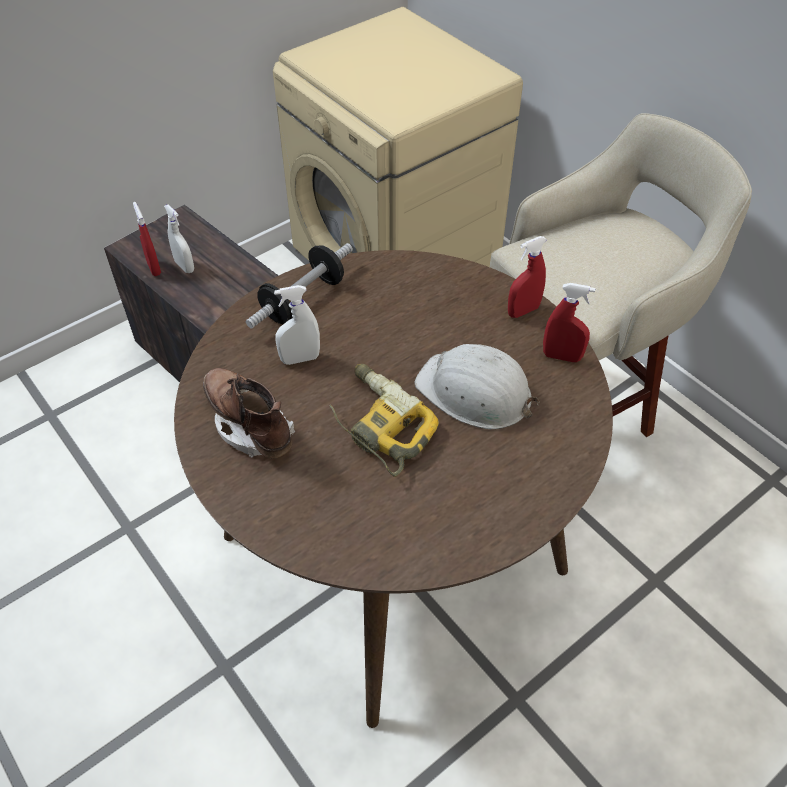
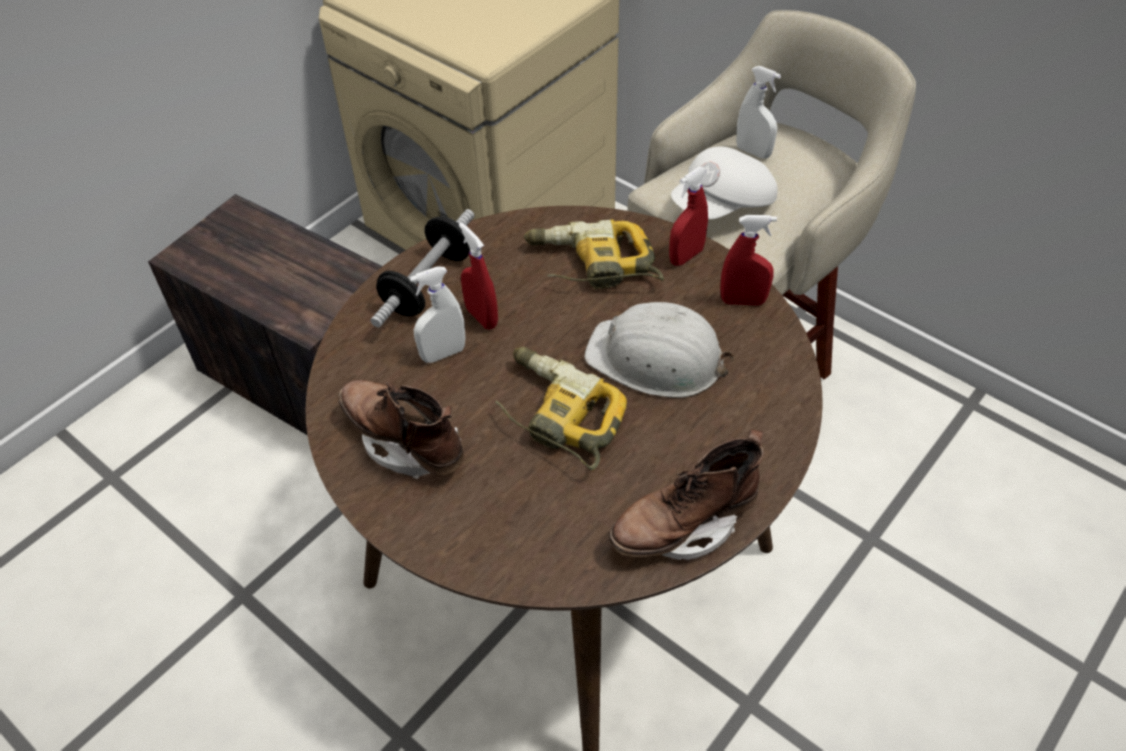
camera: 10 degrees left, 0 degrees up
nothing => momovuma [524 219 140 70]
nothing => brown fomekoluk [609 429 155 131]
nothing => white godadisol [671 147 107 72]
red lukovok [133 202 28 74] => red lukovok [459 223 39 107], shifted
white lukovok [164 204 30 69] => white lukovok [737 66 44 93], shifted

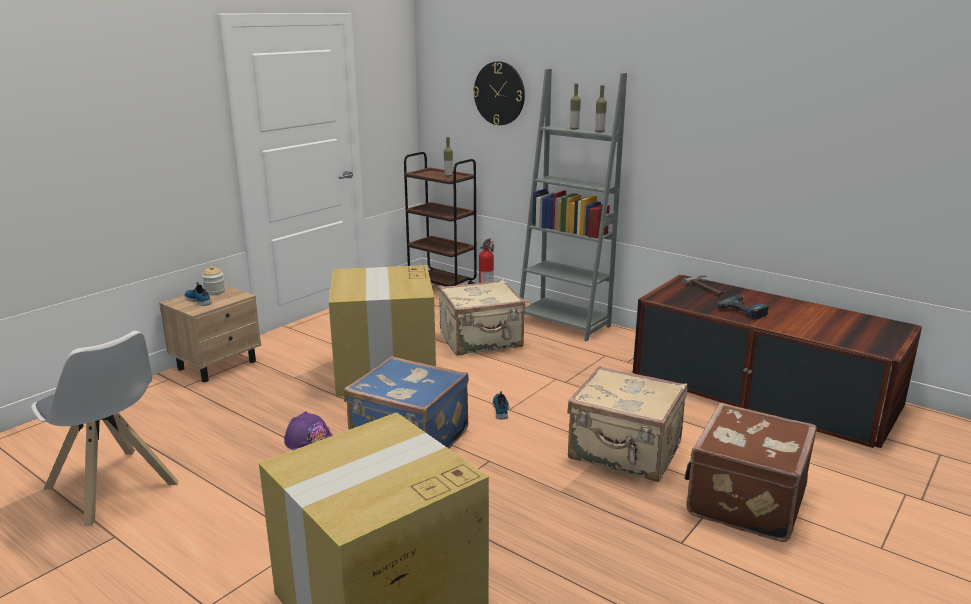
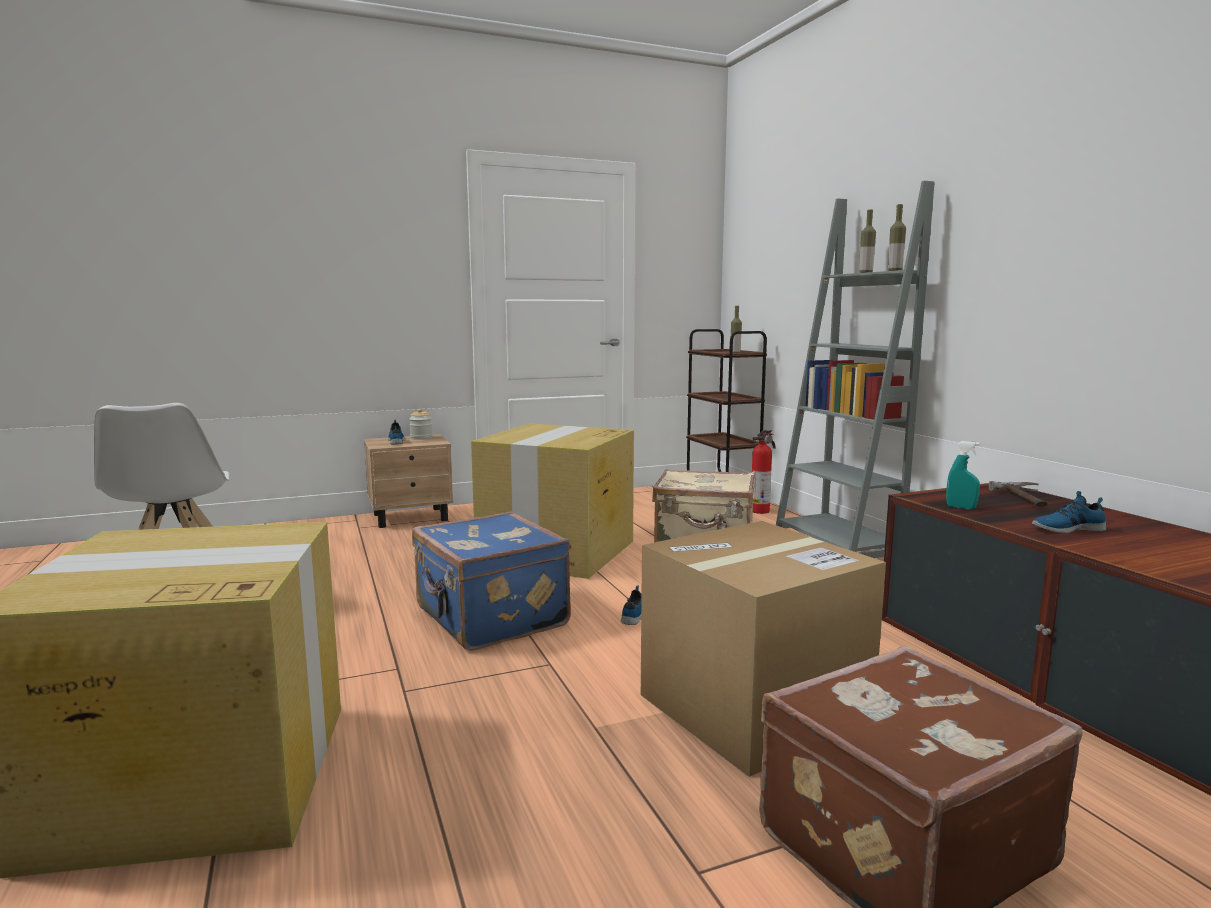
camera: 30 degrees right, 10 degrees down
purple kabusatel [284 411 49 39] => nothing
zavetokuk [473 61 52 64] => nothing
nothing => turquoise lukovok [946 441 34 68]
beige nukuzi [567 366 121 116] => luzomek [641 521 245 256]
momovuma [717 295 52 25] => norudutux [1032 491 74 42]

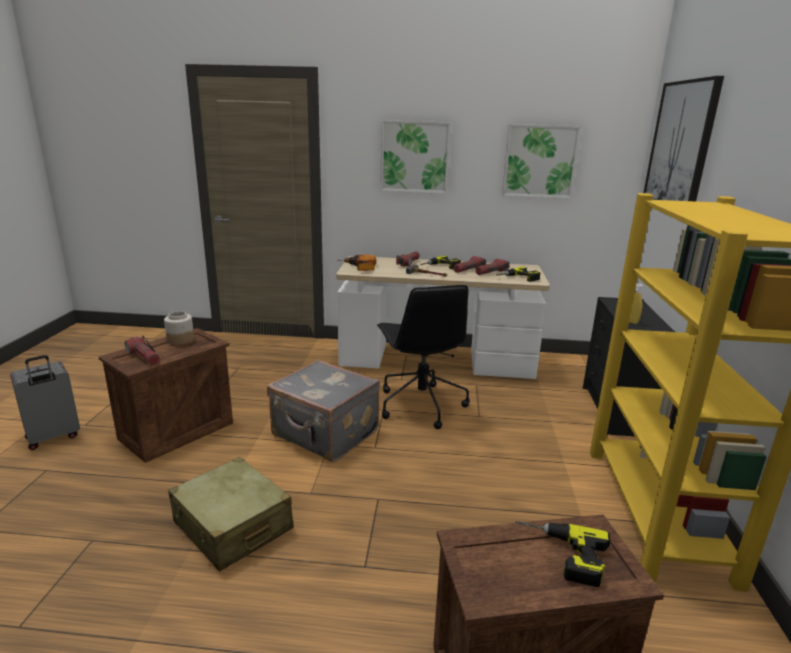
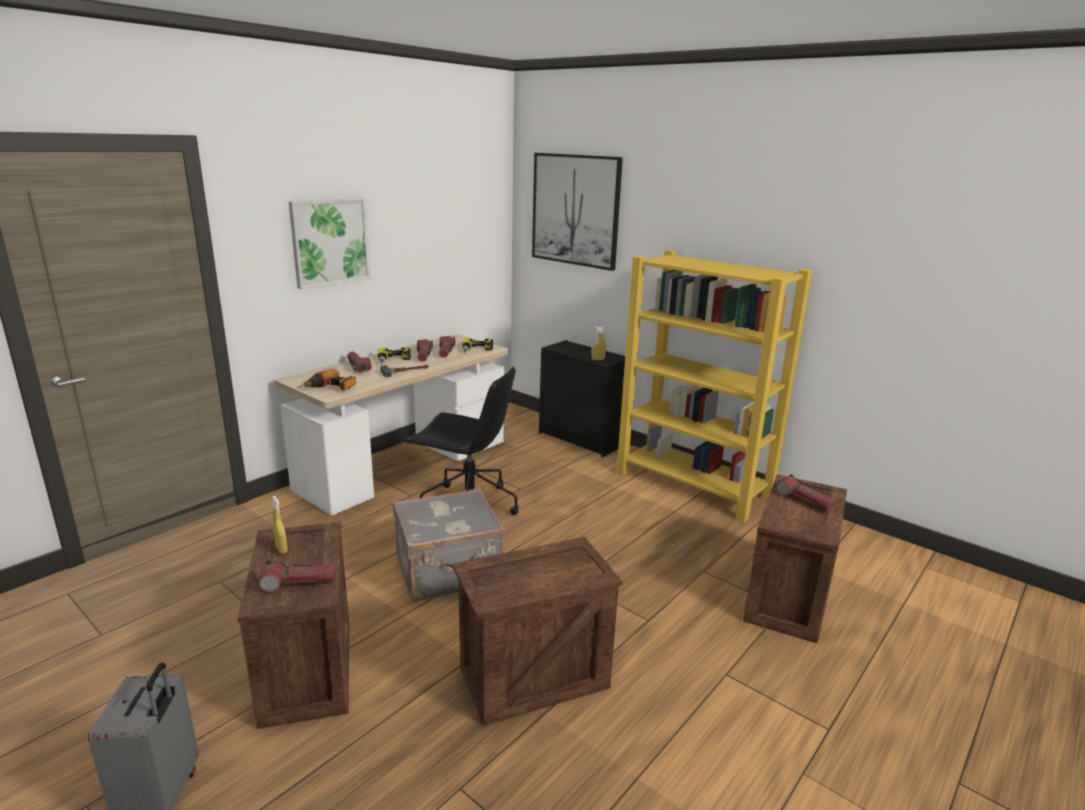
camera: 55 degrees left, 0 degrees up
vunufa [502 124 80 75] => nothing
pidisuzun [164 311 30 34] => yellow lukovok [272 496 16 58]
beige nukuzi [168 457 126 115] => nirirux [452 537 171 189]
momovuma [515 521 96 66] => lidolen [776 474 59 37]

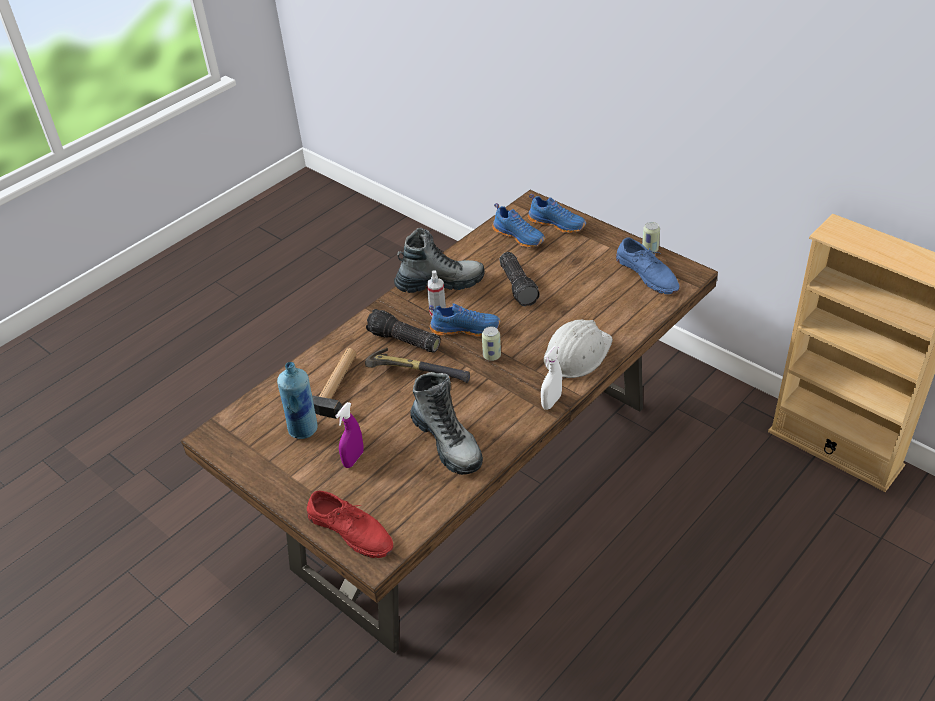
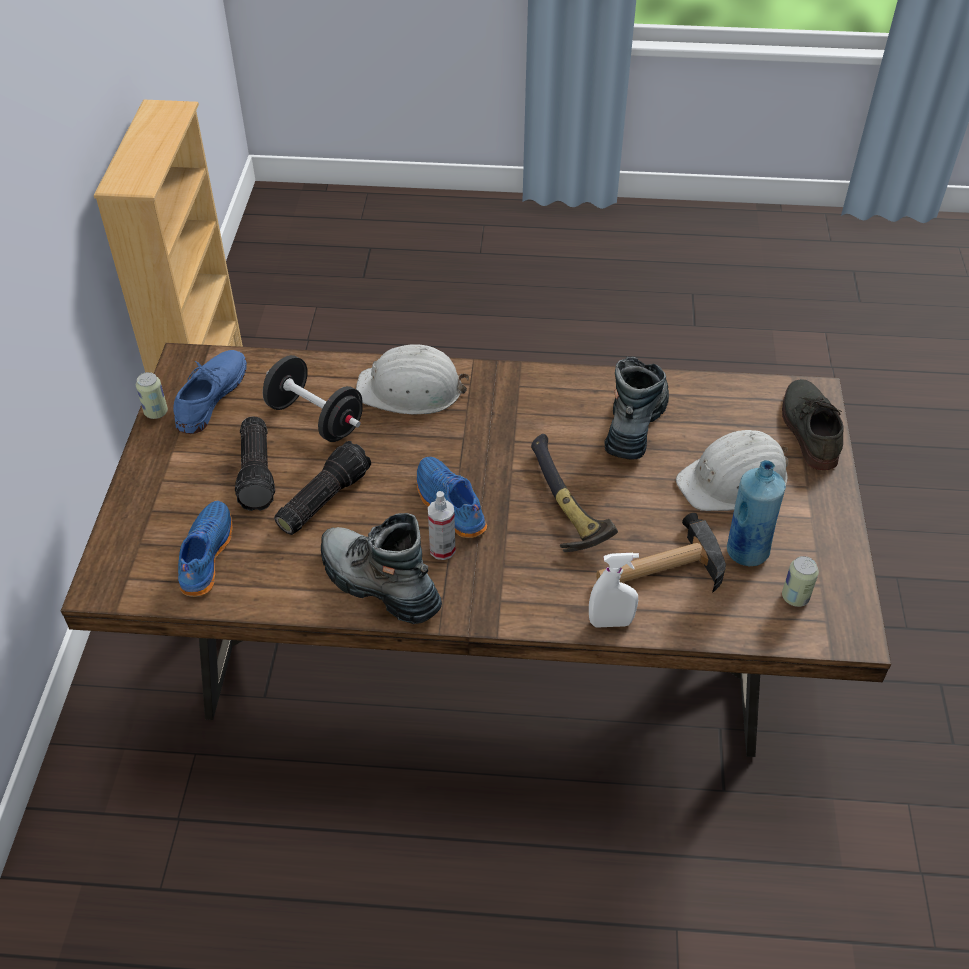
camera: 130 degrees left, 5 degrees up
blue norudutux [528 194 58 39] => nothing
nothing => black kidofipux [263 355 100 87]
lidolen [366 309 75 44] => lidolen [235 416 40 95], shifted
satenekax [482 327 19 34] => satenekax [782 556 37 51], shifted
white lukovok [541 346 21 64] => white lukovok [589 553 50 75], shifted
purple lukovok [335 402 29 66] => white kabusatel [676 430 112 81]
red norudutux [307 491 87 67] => grey norudutux [782 379 62 91]

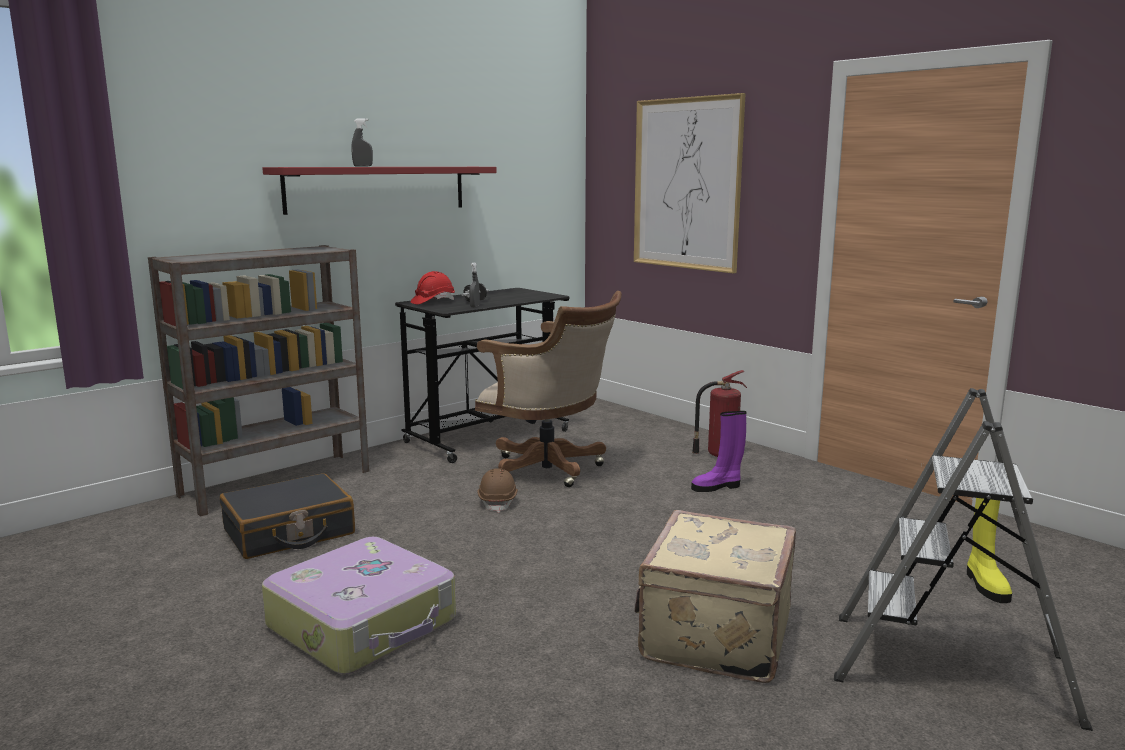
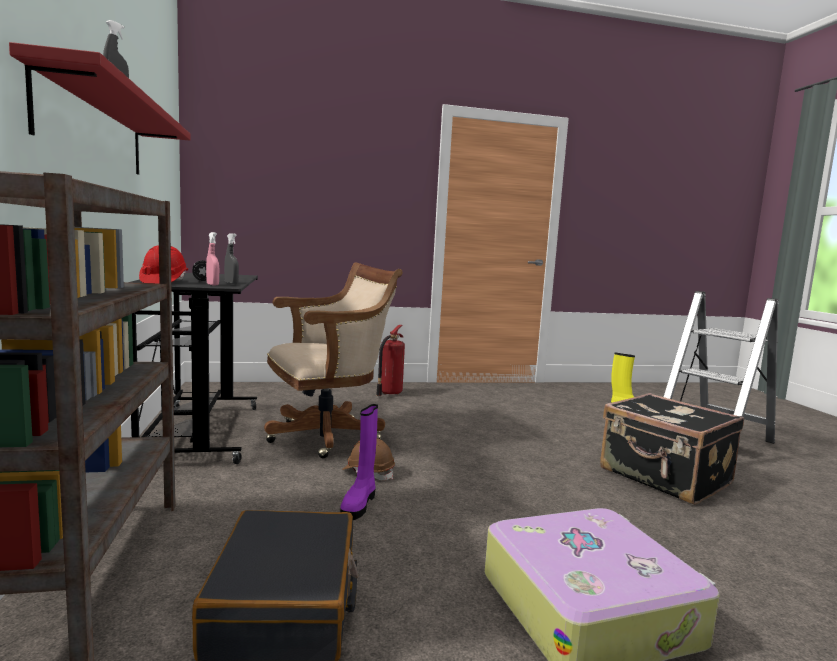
camera: 60 degrees left, 5 degrees down
vunufa [634 93 112 180] => nothing
nothing => pink lukovok [206 232 13 53]
purple fomekoluk [691 411 56 81] => purple fomekoluk [340 404 38 116], shifted
beige nukuzi [634 510 162 173] => black nukuzi [600 393 144 112]

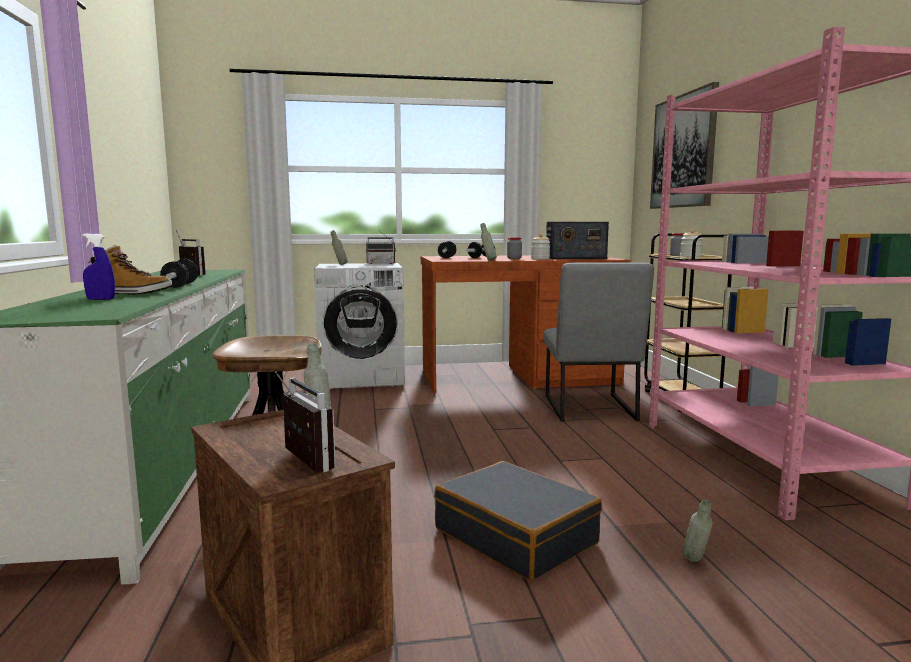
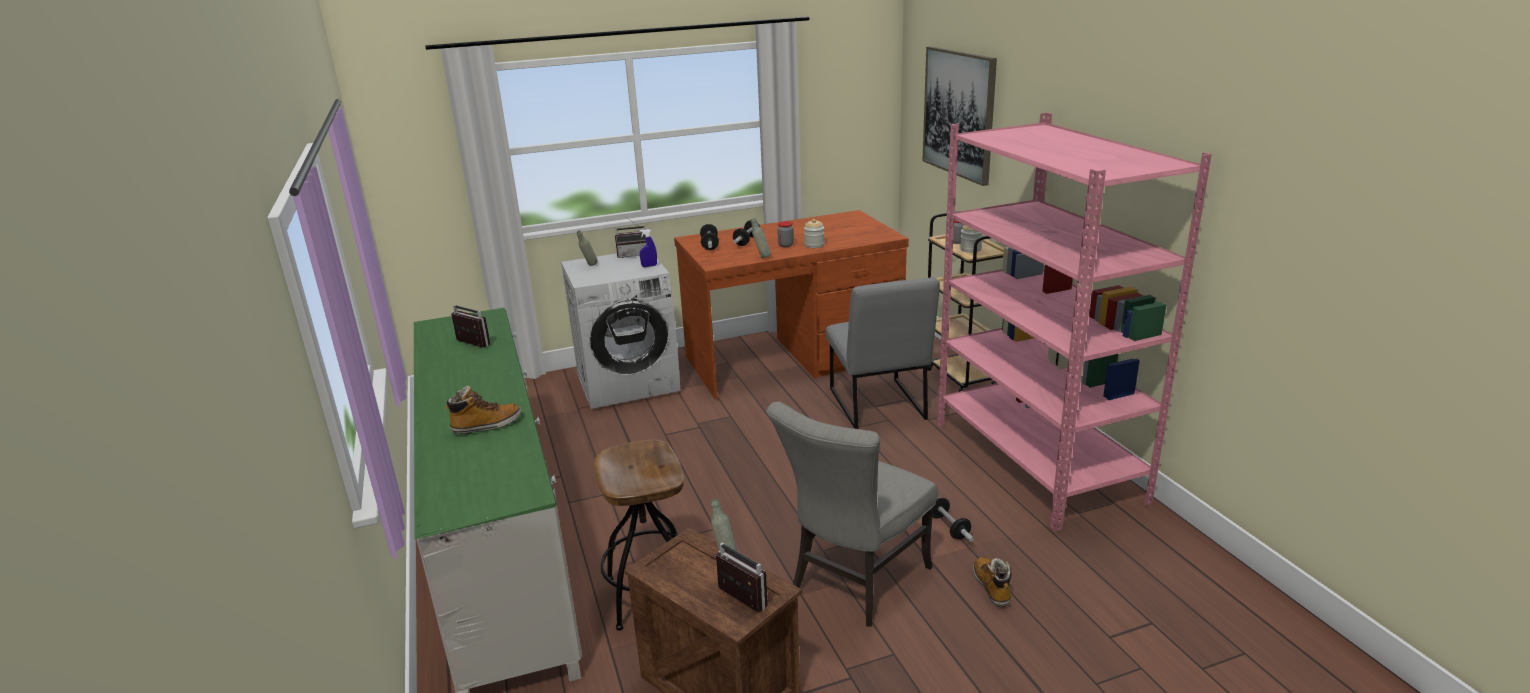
camera: 10 degrees left, 15 degrees up
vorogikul [546 222 63 37] => nothing
blue lukovok [82 233 33 67] => blue lukovok [639 229 18 38], shifted
kidofipux [160 259 38 29] => kidofipux [932 498 42 44], shifted
black nukuzi [434 461 168 119] => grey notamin [766 401 172 226]
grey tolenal [683 500 29 62] => fomekoluk [973 557 39 50]

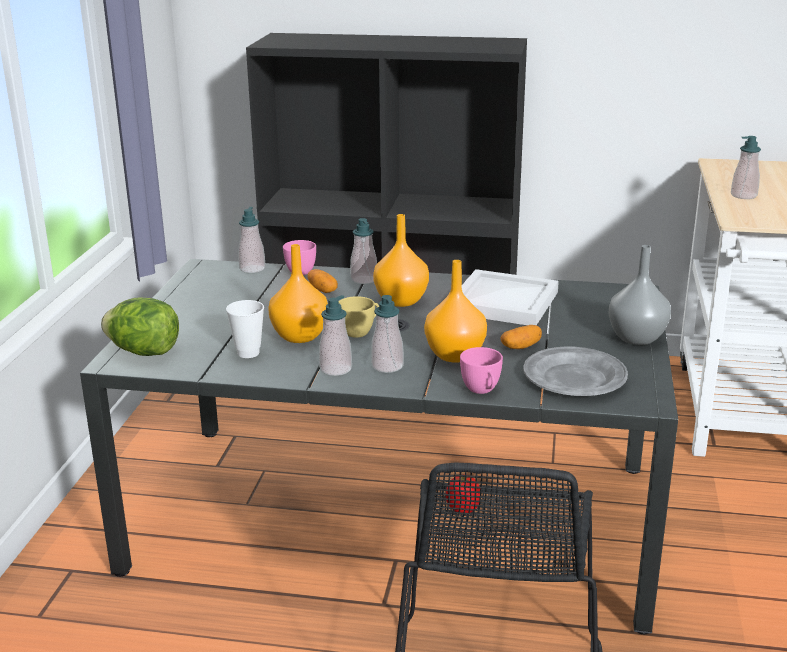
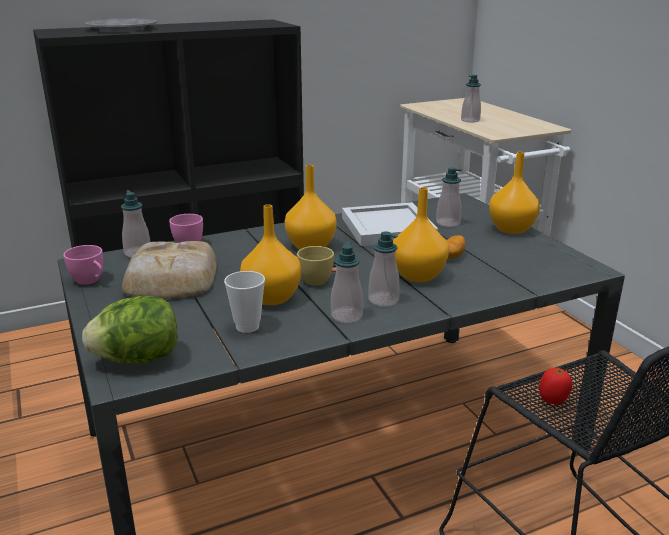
camera: 35 degrees left, 0 degrees up
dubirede [308 269 30 24] => nothing
nothing => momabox [122 241 95 58]
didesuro [350 218 27 66] => didesuro [436 167 26 60], shifted
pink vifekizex [460 347 43 47] => pink vifekizex [63 245 40 40], shifted
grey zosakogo [523 346 105 50] => grey zosakogo [85 18 72 13], shifted
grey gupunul [609 245 62 100] => orange gupunul [489 152 51 82]

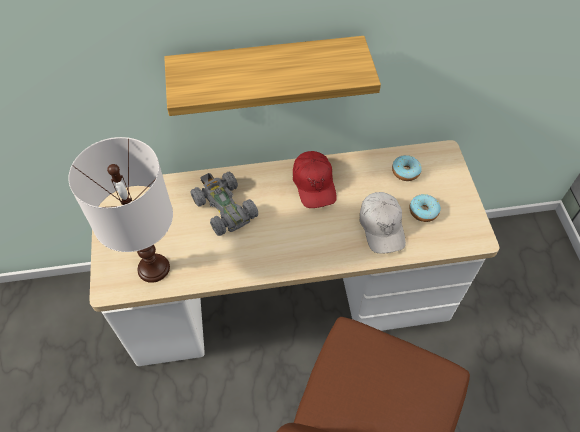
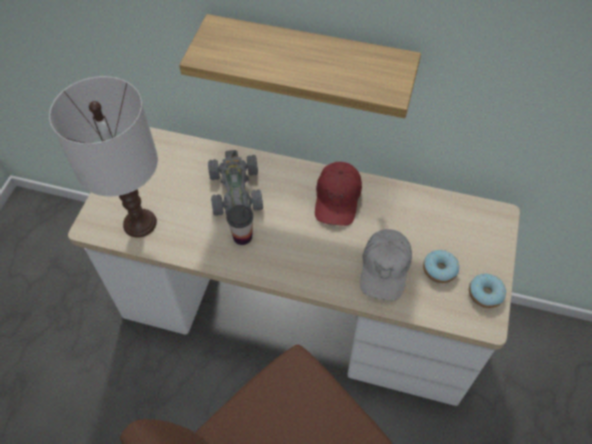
camera: 25 degrees right, 0 degrees up
nothing => vifekizex [226 205 27 40]
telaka [392 155 30 26] => telaka [469 273 37 35], shifted

